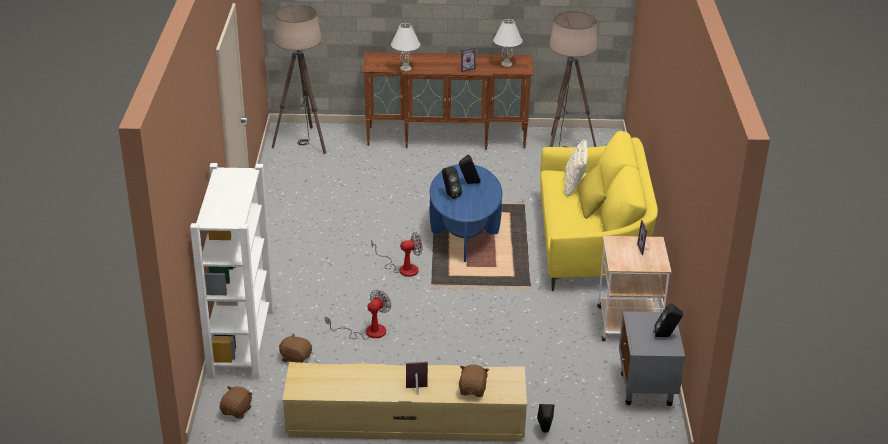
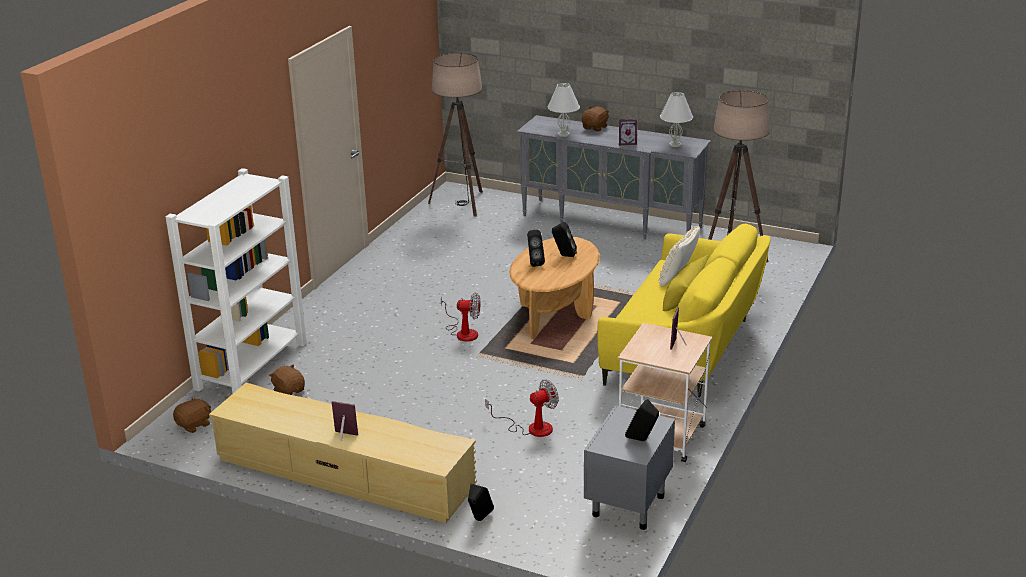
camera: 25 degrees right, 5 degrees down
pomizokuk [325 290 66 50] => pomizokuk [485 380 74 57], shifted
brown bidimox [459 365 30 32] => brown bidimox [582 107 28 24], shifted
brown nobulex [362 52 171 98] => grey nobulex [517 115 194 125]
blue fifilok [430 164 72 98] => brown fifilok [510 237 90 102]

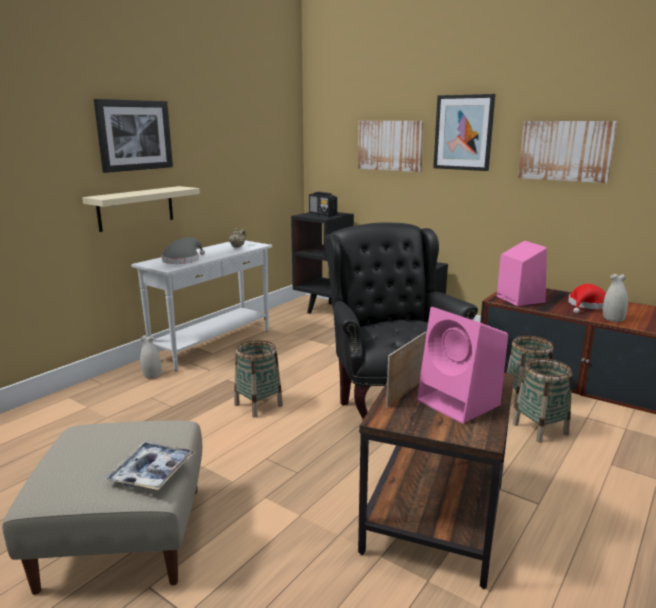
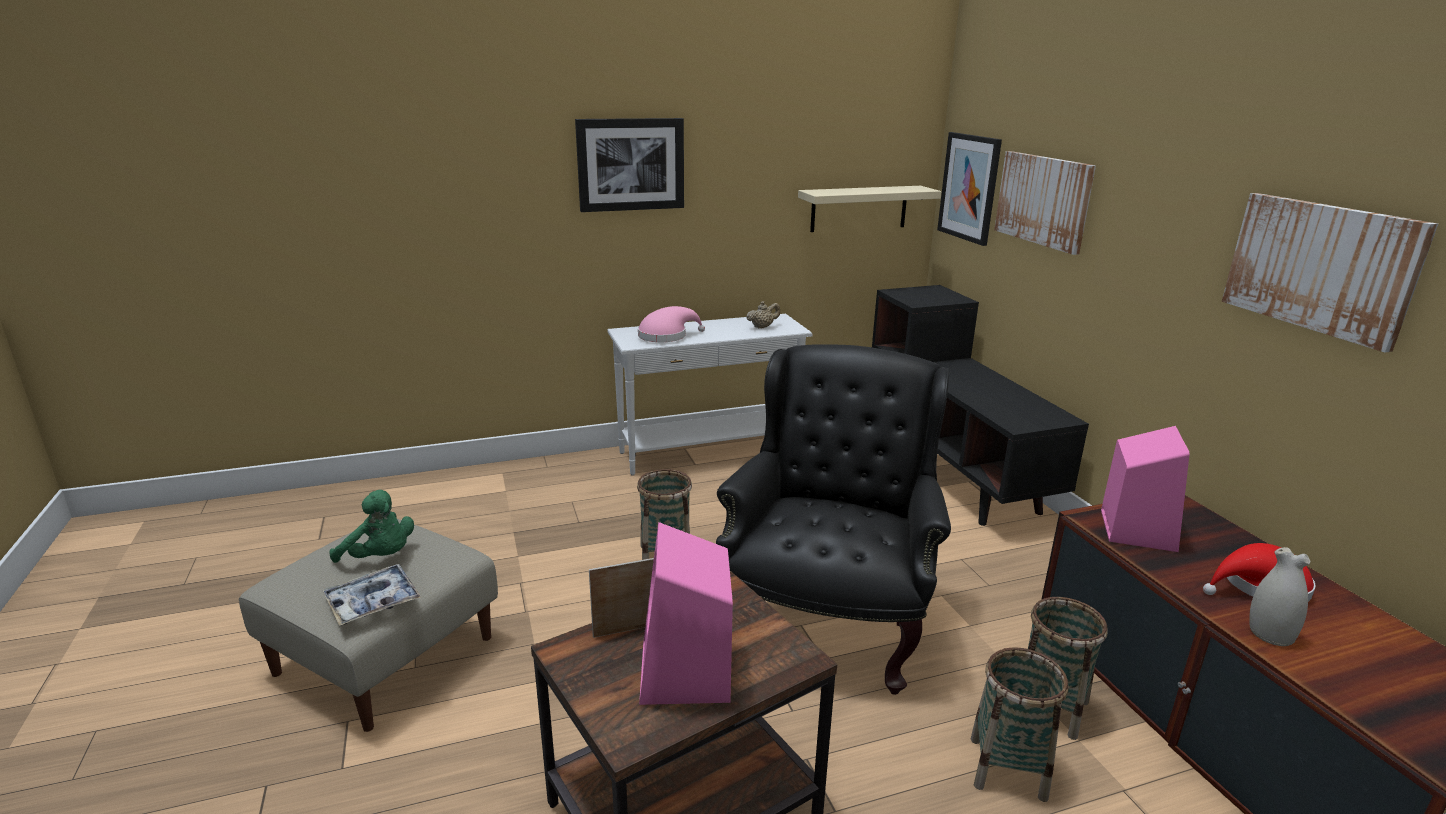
camera: 35 degrees right, 5 degrees up
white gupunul [140 335 22 44] => nothing
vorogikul [309 192 28 24] => nothing
nothing => green bidimox [329 490 85 73]
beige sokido [82 186 118 46] => beige sokido [798 186 143 46], shifted
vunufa [433 94 62 77] => vunufa [937 132 65 114], shifted
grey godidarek [162 237 43 27] => pink godidarek [638 306 67 36]

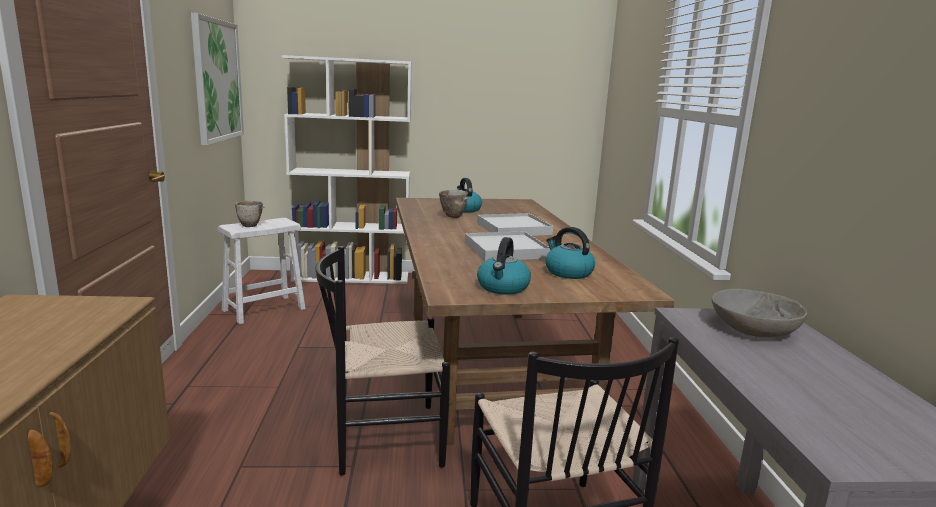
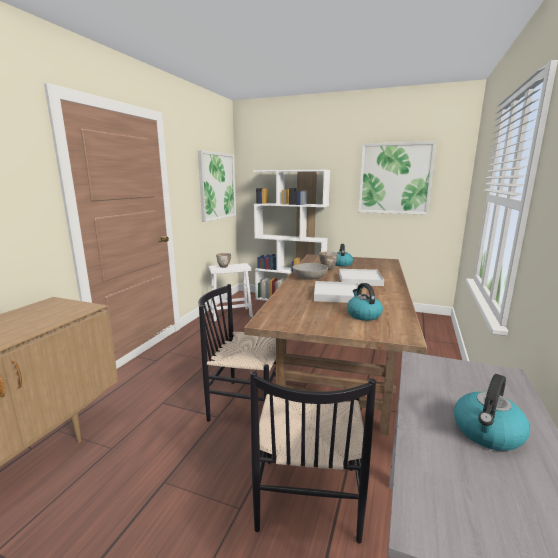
camera: 25 degrees right, 0 degrees up
nothing => vunufa [358 141 78 74]
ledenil [477 237 54 57] => ledenil [454 374 76 77], shifted
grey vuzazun [712 289 95 48] => grey vuzazun [292 263 36 17], shifted

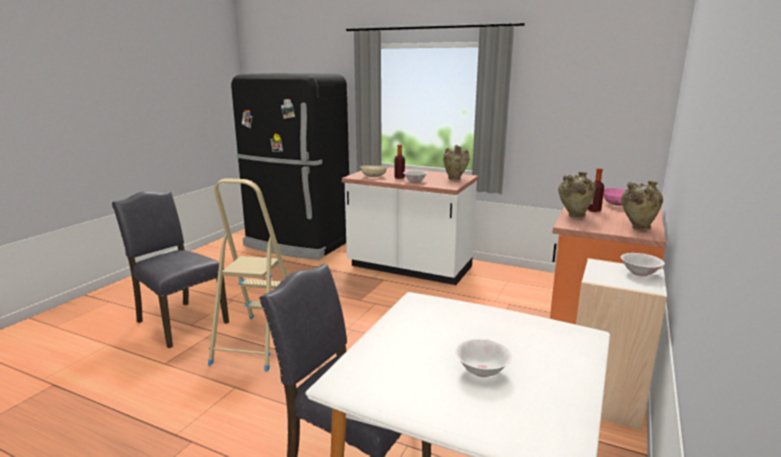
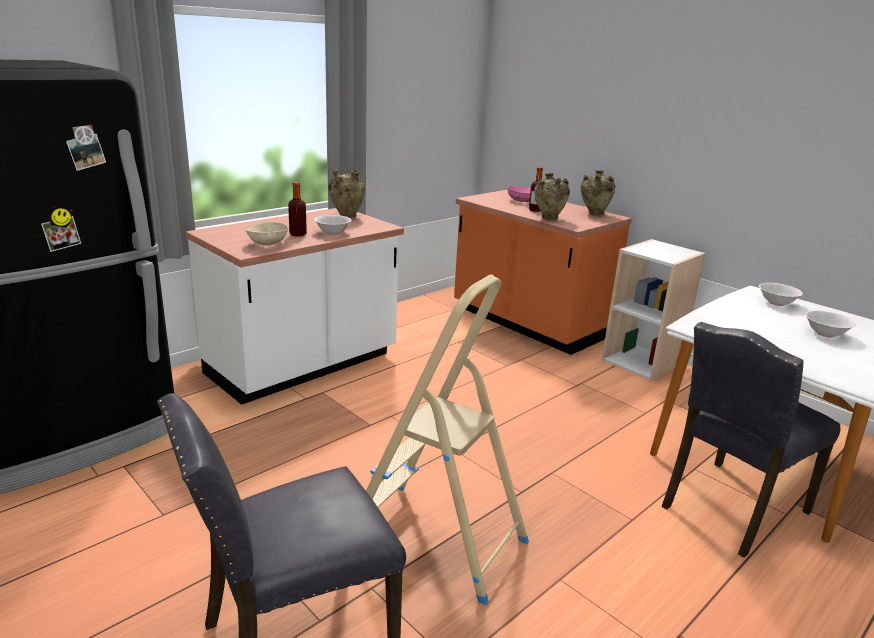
camera: 70 degrees left, 5 degrees up
white vuzazun [621 253 44 23] => white vuzazun [759 283 44 23], shifted

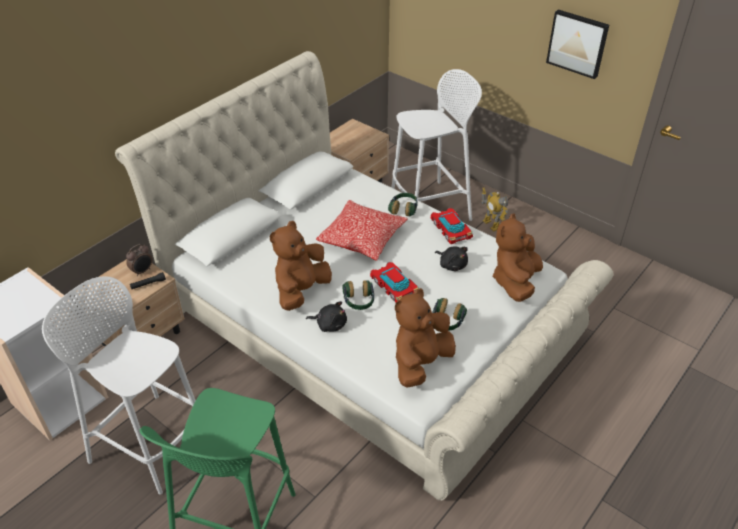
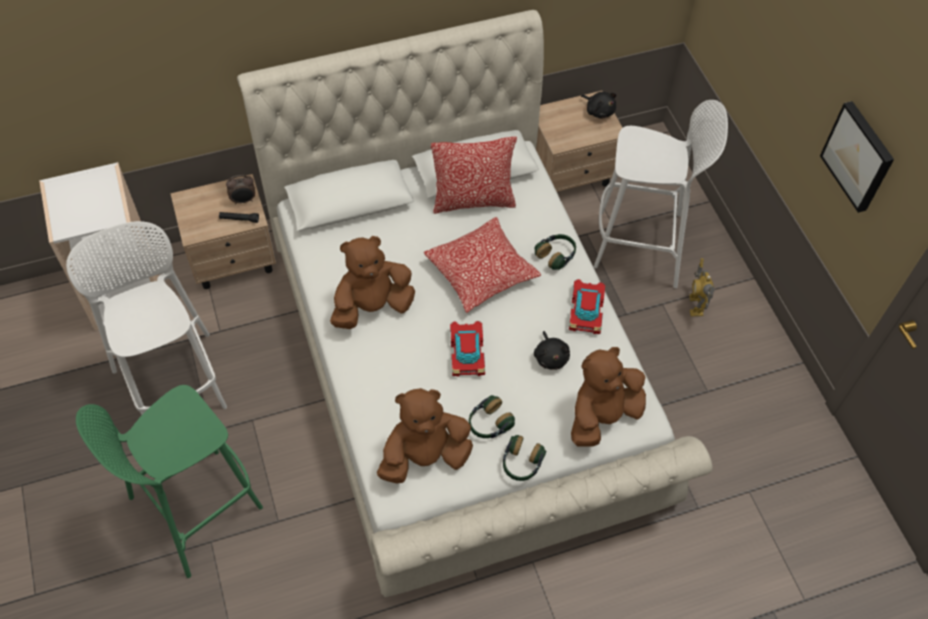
camera: 30 degrees right, 15 degrees up
nothing => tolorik [431 137 86 77]
black bidimox [306 301 41 31] => black bidimox [581 92 35 27], shifted
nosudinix [342 280 32 30] => nosudinix [503 435 43 46], shifted

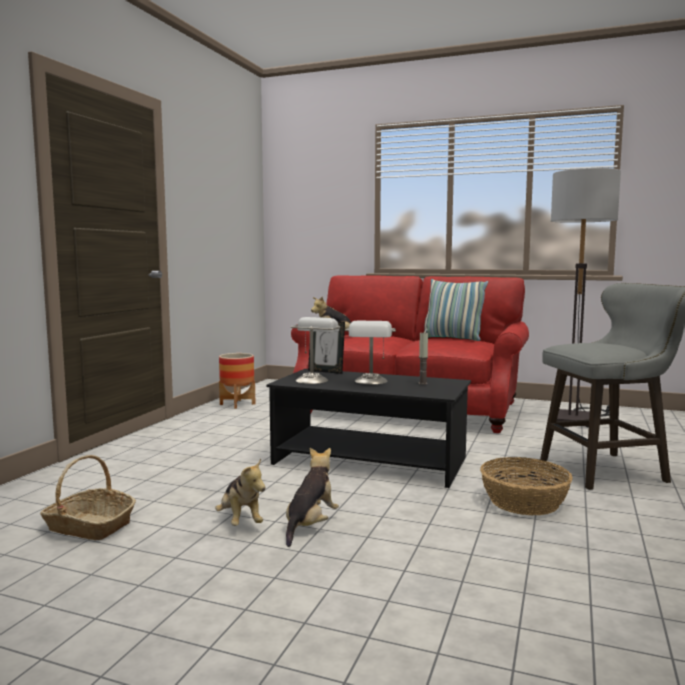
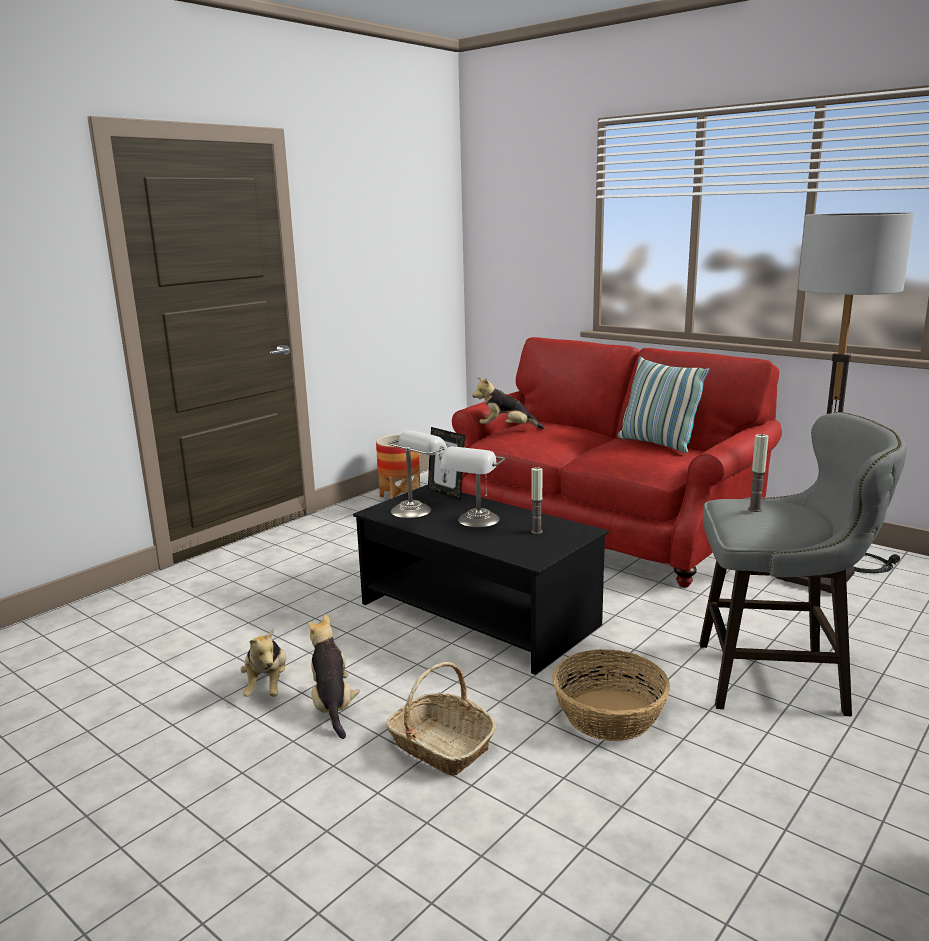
camera: 20 degrees right, 10 degrees up
nothing => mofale [748 433 20 79]
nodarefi [40 455 96 85] => nodarefi [386 662 111 113], shifted
bidimox [286 448 53 99] => bidimox [307 614 53 125], 60 degrees counterclockwise

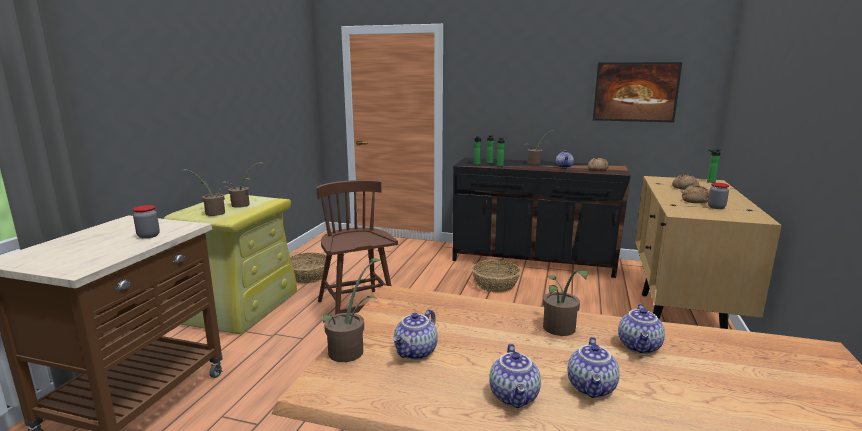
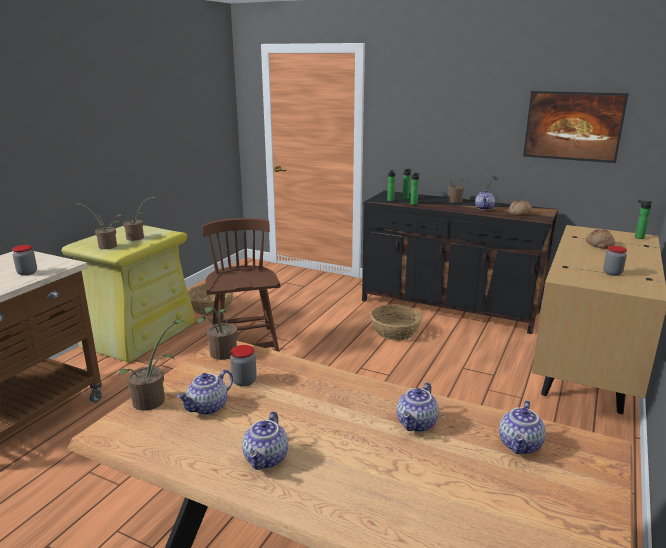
camera: 10 degrees right, 5 degrees up
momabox [682 185 27 18] => nothing
nothing => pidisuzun [230 345 27 41]
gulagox [543 270 45 66] => gulagox [197 307 40 53], shifted
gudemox [568 337 52 61] => gudemox [499 400 47 54], shifted

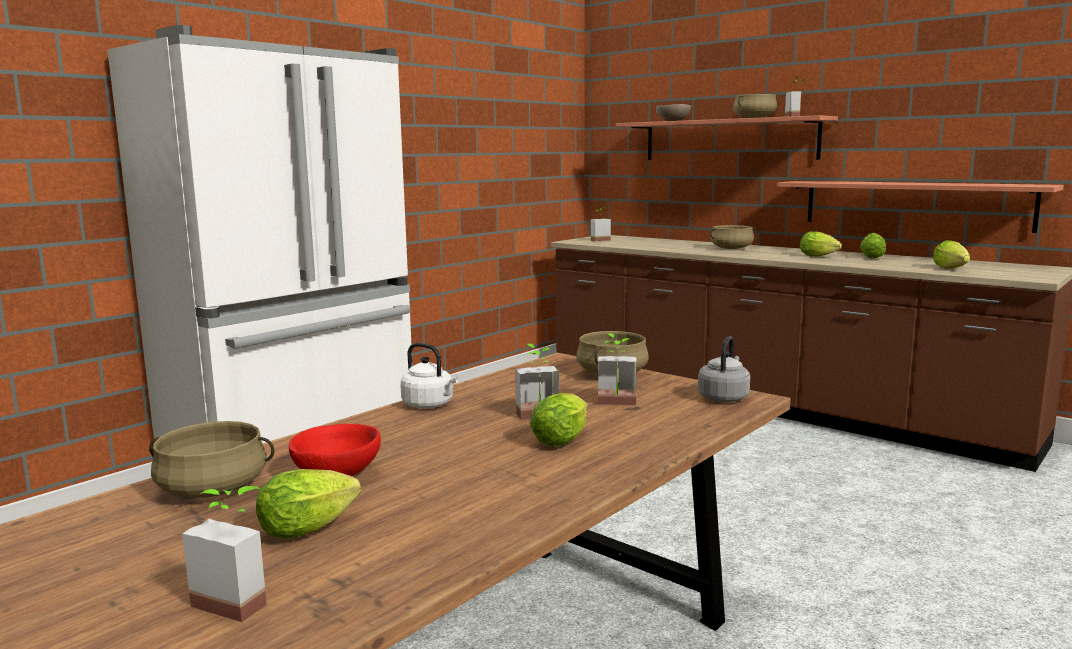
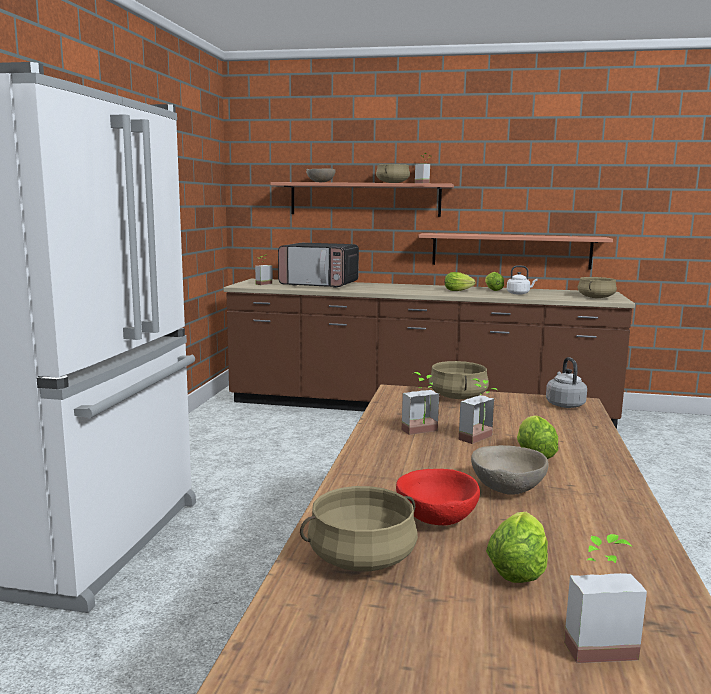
camera: 30 degrees left, 0 degrees up
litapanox [933 240 37 29] => nothing
nothing => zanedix [278 243 81 45]
nothing => beige vuzazun [471 445 77 50]
white ledenil [400 343 58 65] => white ledenil [507 265 31 29], shifted
gulagox [598 333 39 72] => gulagox [402 372 37 63], shifted
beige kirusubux [710 225 46 24] => beige kirusubux [578 277 39 21], shifted

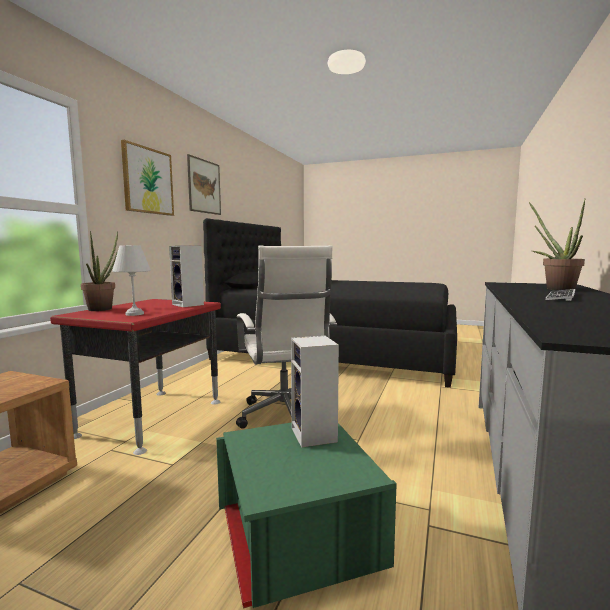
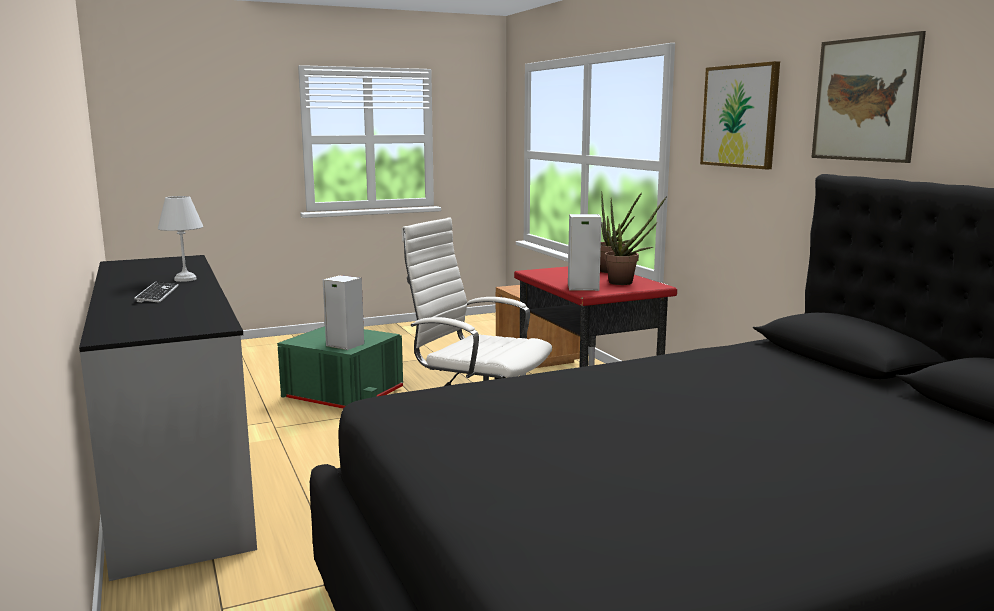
camera: 135 degrees right, 5 degrees up
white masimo [112 245 39 71] => white masimo [158 196 45 86], shifted
gulagox [529 198 57 92] => gulagox [605 197 61 88], shifted

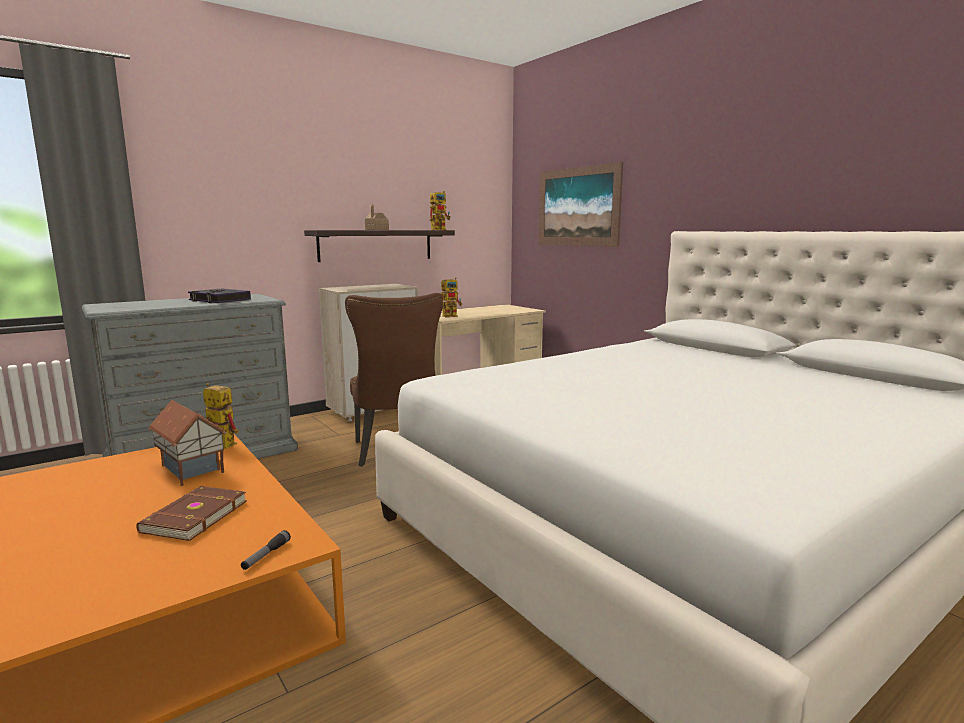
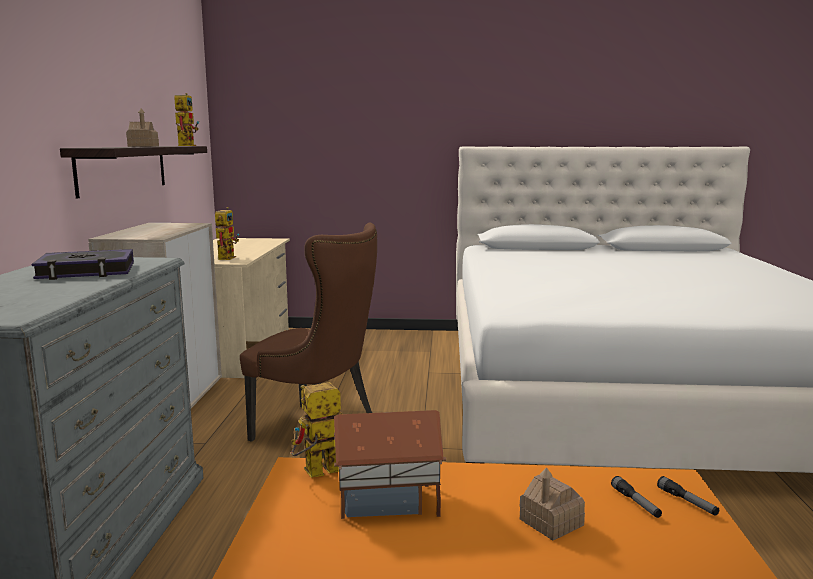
camera: 50 degrees left, 0 degrees up
vunufa [538 162 85 85] => nothing
nothing => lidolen [611 476 51 42]
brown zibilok [136 486 111 55] => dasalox [520 467 65 74]

